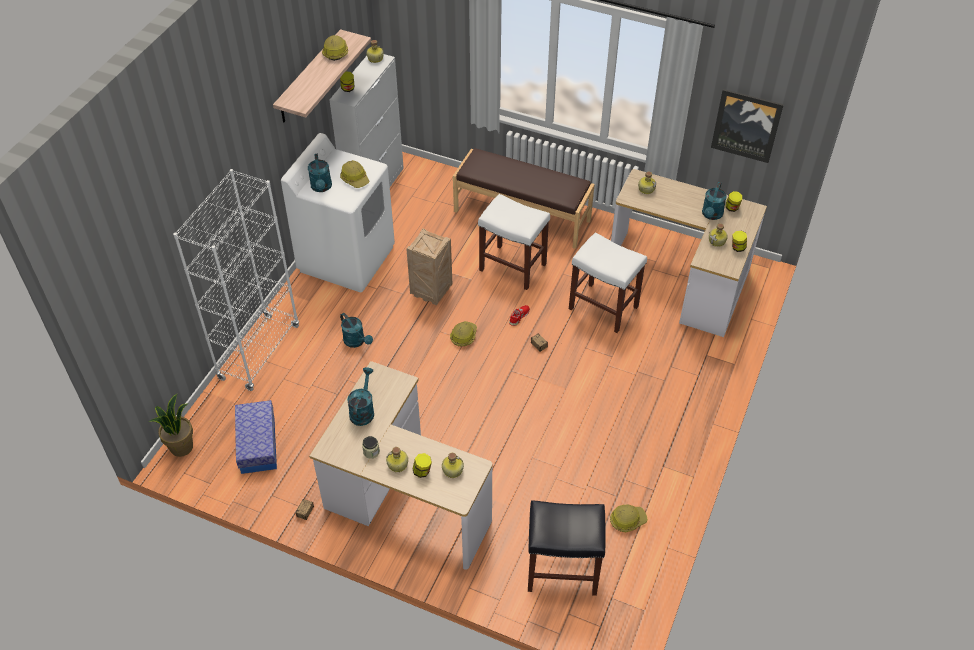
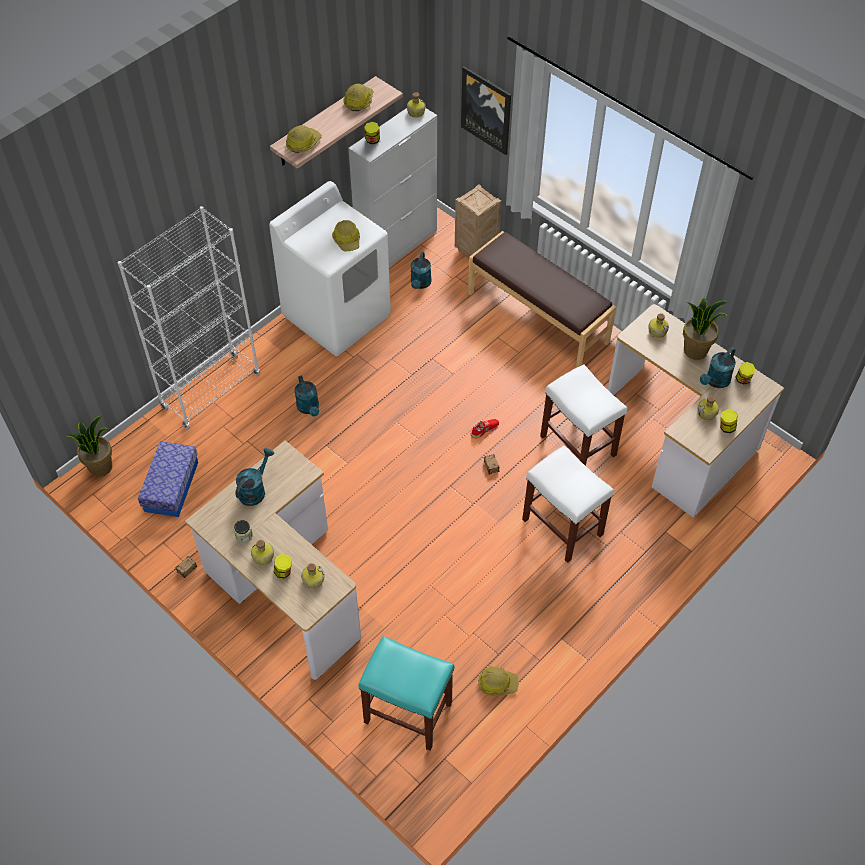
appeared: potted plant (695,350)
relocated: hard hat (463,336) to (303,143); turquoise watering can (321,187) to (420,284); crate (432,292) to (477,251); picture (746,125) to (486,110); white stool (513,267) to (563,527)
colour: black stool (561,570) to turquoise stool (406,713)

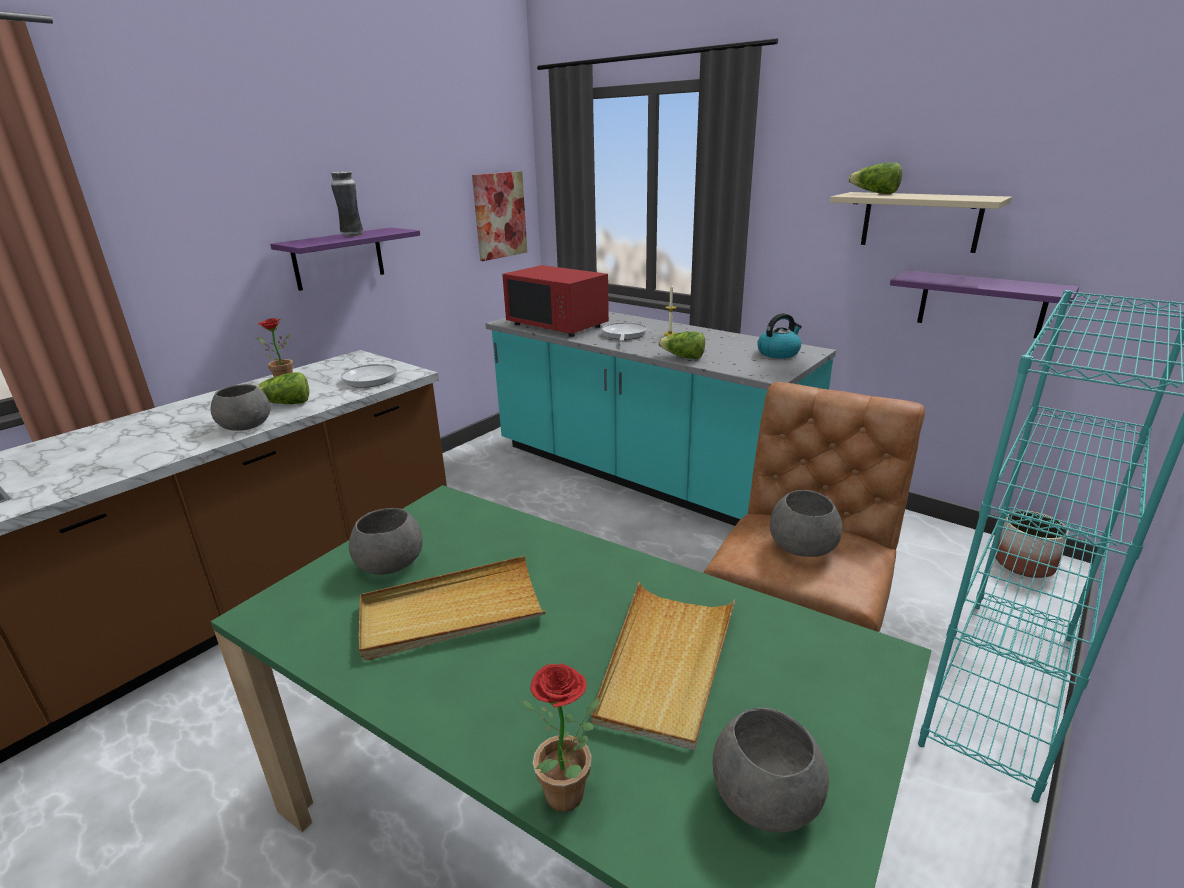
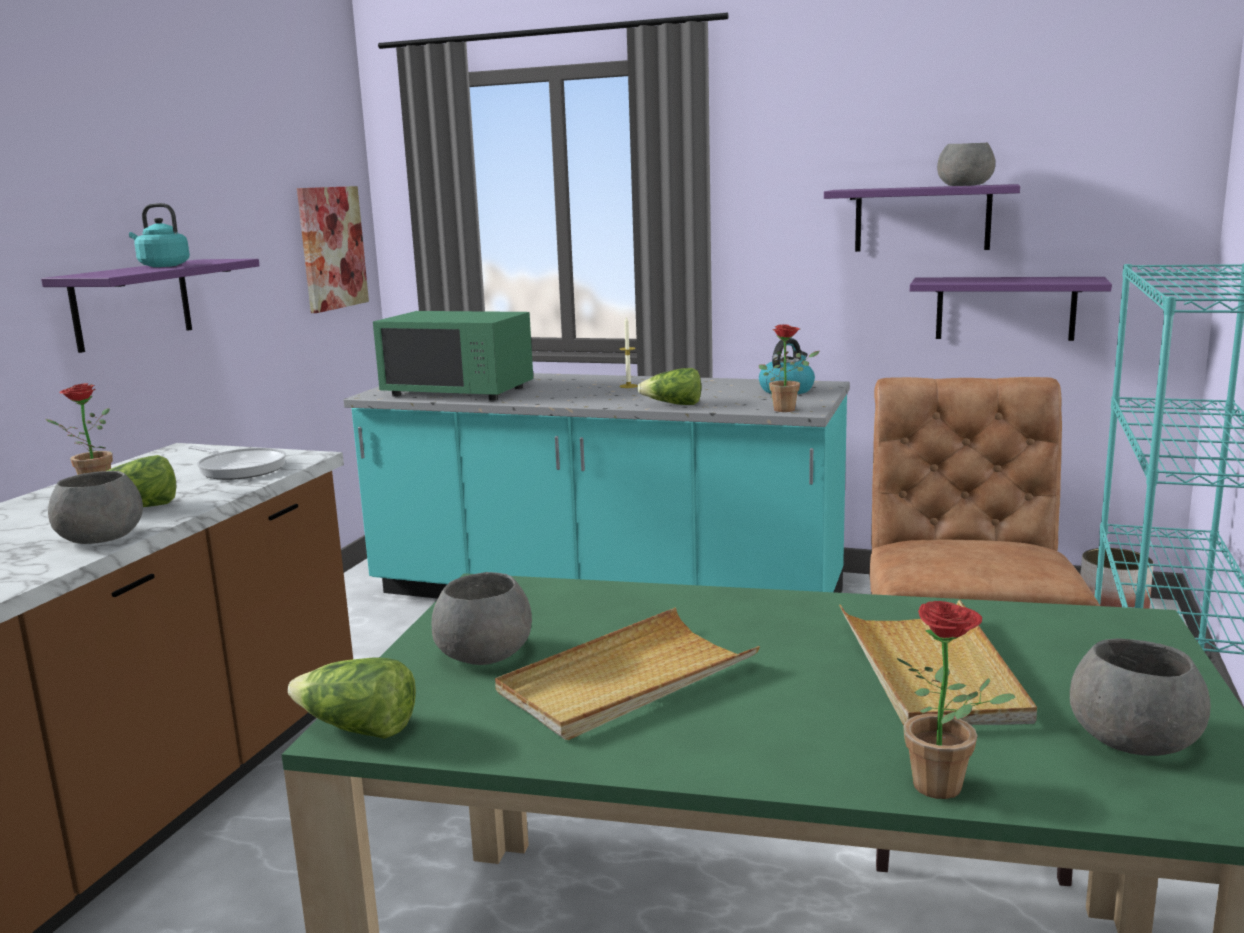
missing: frying pan (623,335)
appeared: potted plant (788,409)
relocated: lettuce (874,193) to (357,729); grey bowl (802,545) to (964,185)
exchanged: vase (352,235) to turquoise kettle (162,266)
colour: red microwave (557,325) to green microwave (459,391); beige shelf (920,221) to purple shelf (922,219)

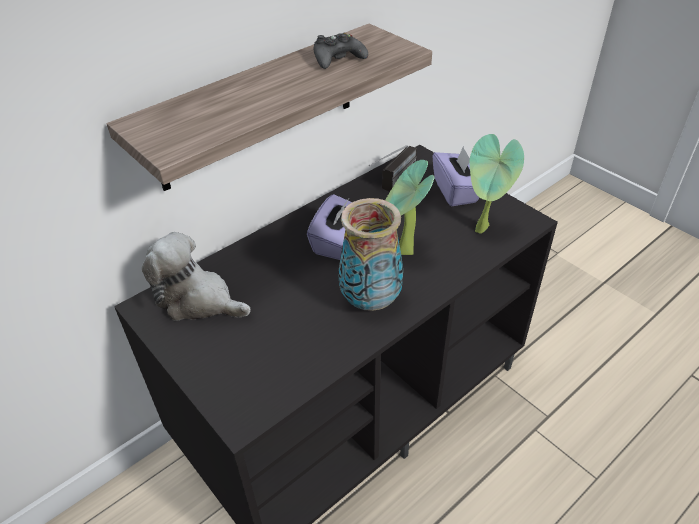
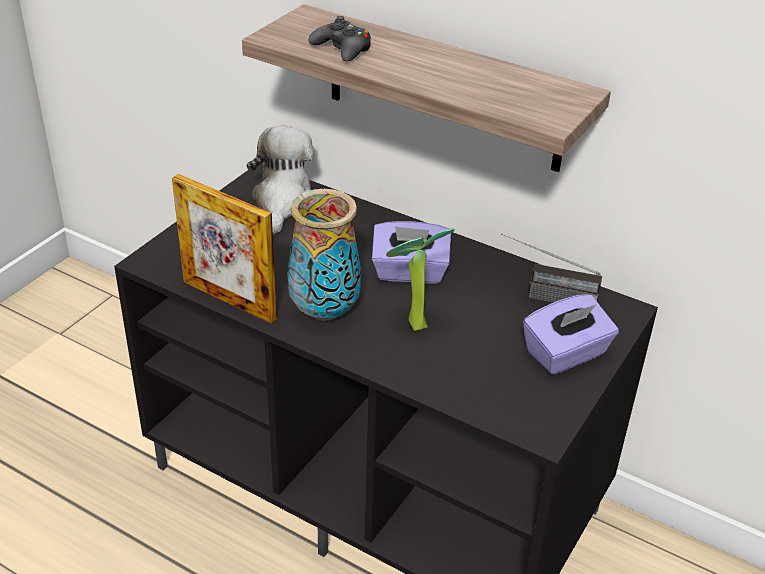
missing: potted plant (483,230)
appeared: picture frame (229,300)
relocated: black game controller (338,58) to (342,49)

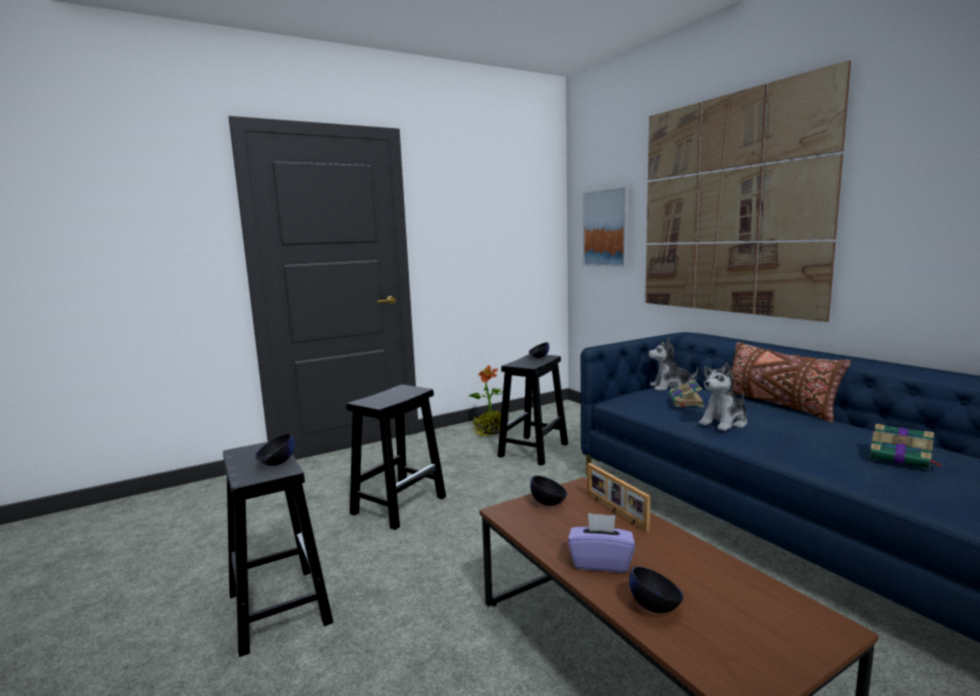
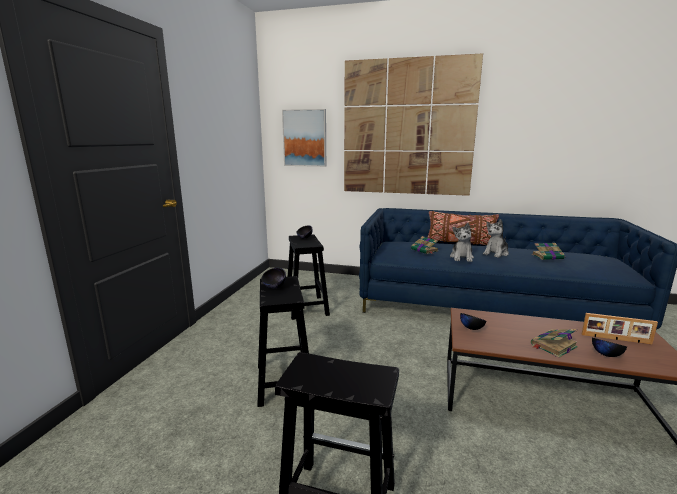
missing: potted plant (490,432)
relocated: black bowl (276,464) to (274,287); plush toy (670,387) to (496,253); picture frame (615,512) to (616,339)
exchanged: purple tissue box (601,562) to book (553,346)

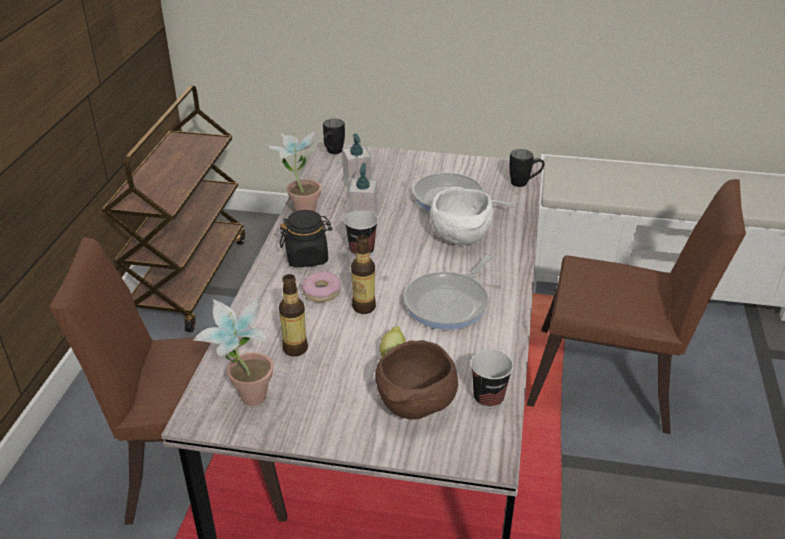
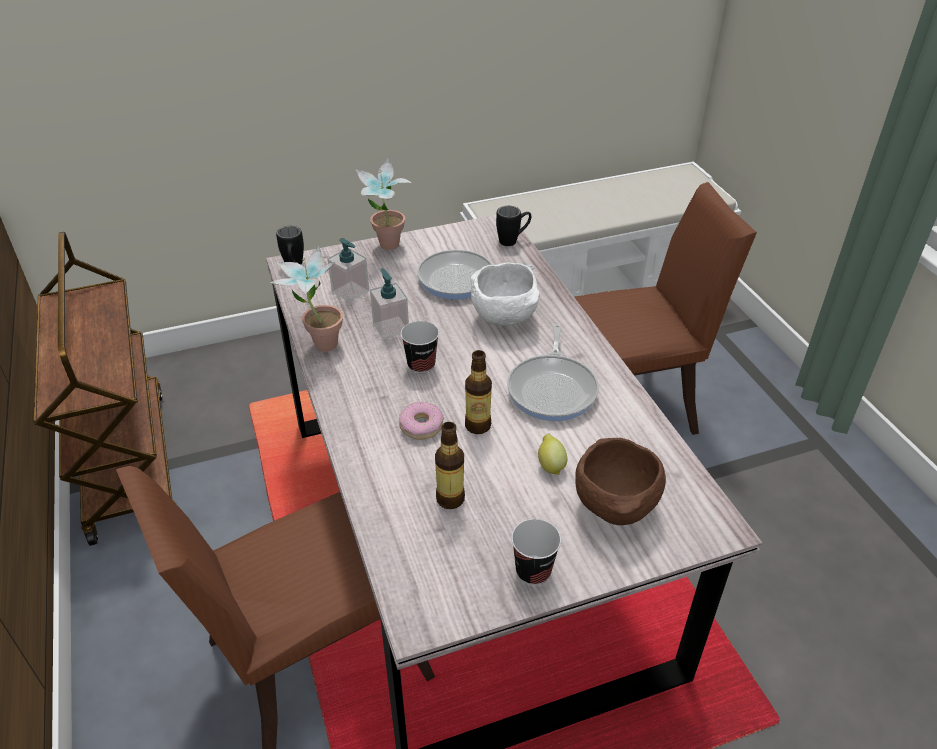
missing: black jar (307,257)
relocated: potted plant (245,402) to (387,249); cup (488,398) to (533,571)

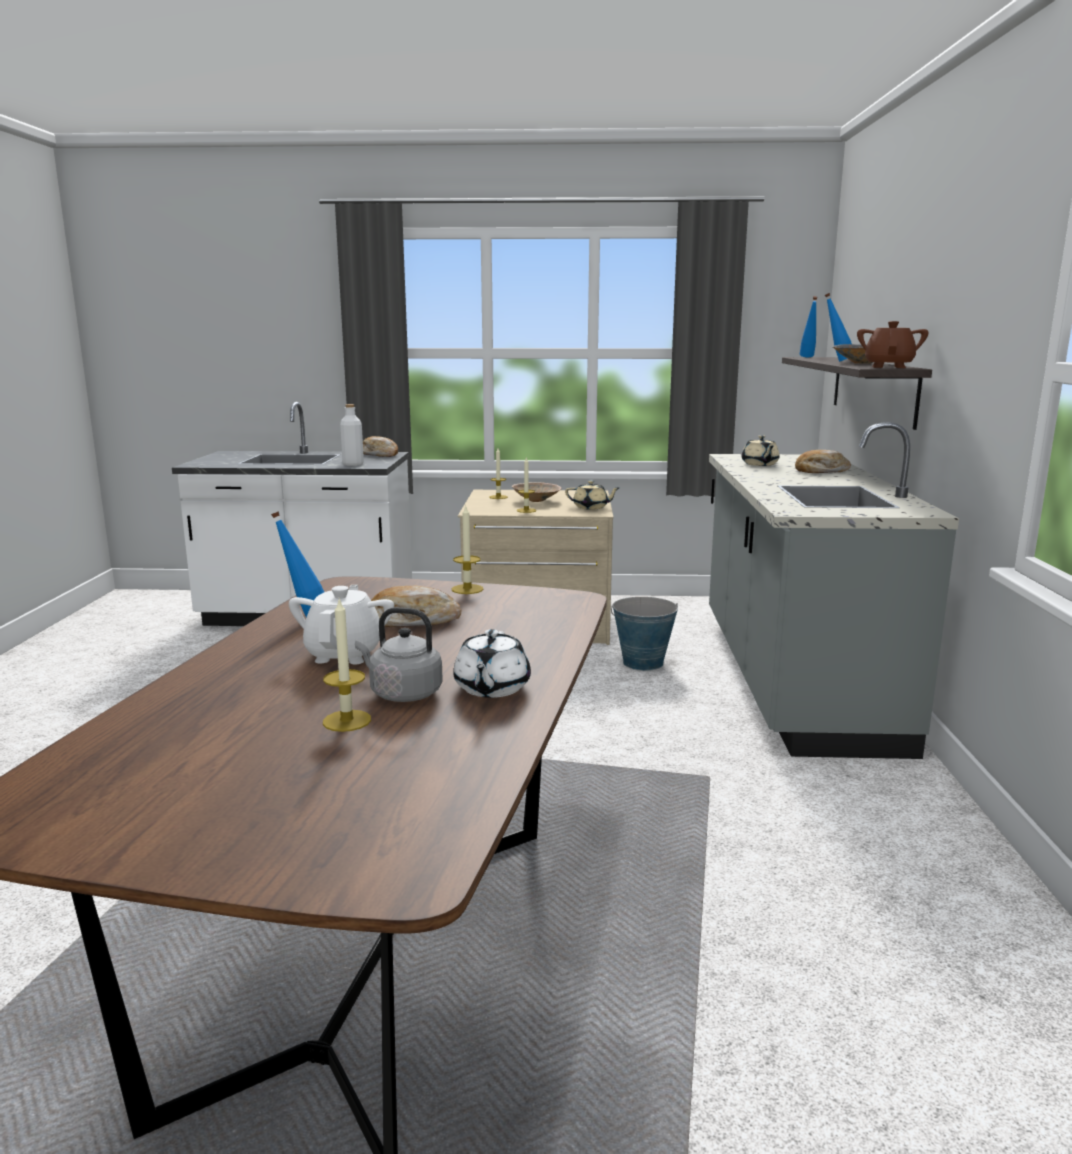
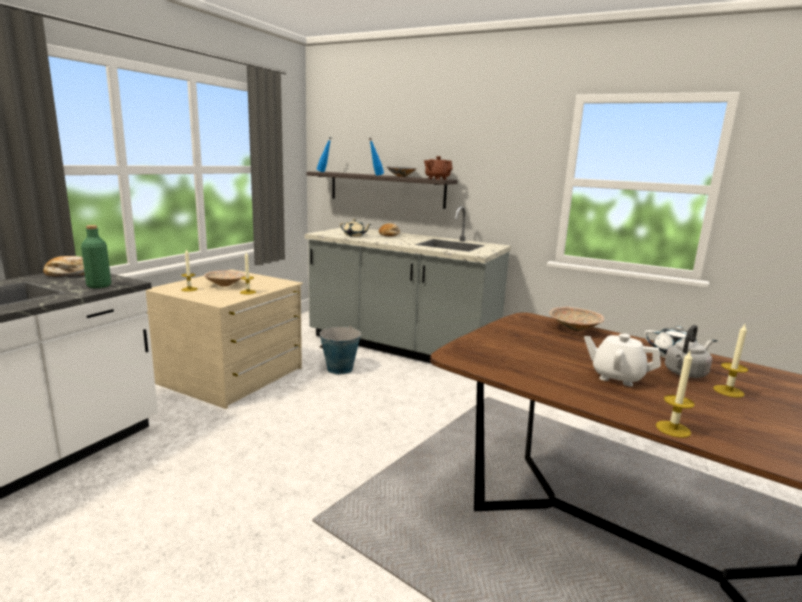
missing: blue bottle (305,617); bread (412,621); beige teapot (591,507)
appeared: beige bowl (574,329)
relocated: candle (467,589) to (673,429)
colour: white bottle (353,464) to green bottle (99,286)

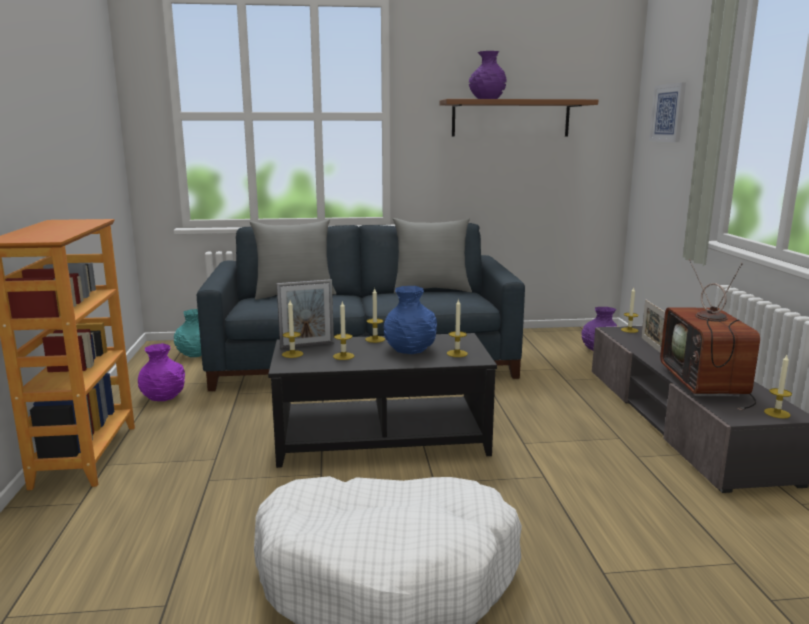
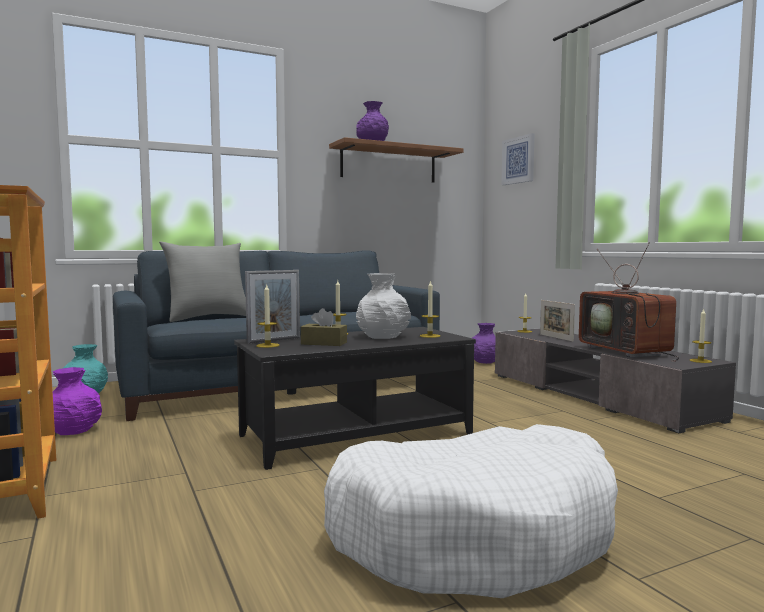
missing: grey pillow (431,290)
exchanged: candle (343,356) to brown tissue box (324,343)
colour: blue vase (411,349) to white vase (383,336)

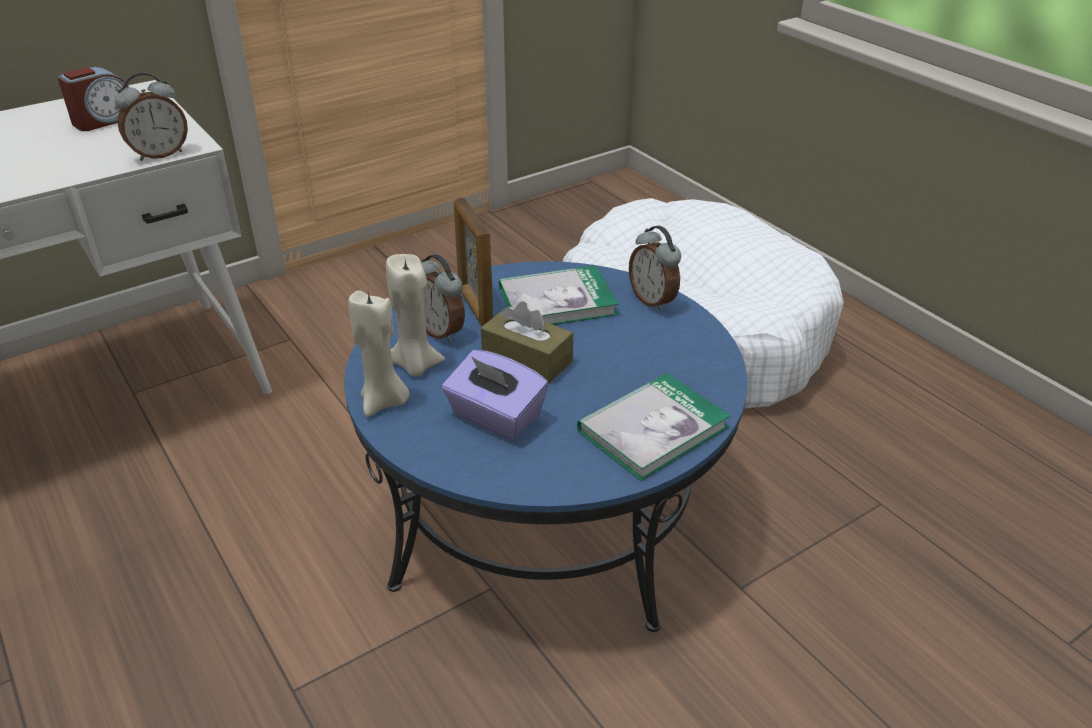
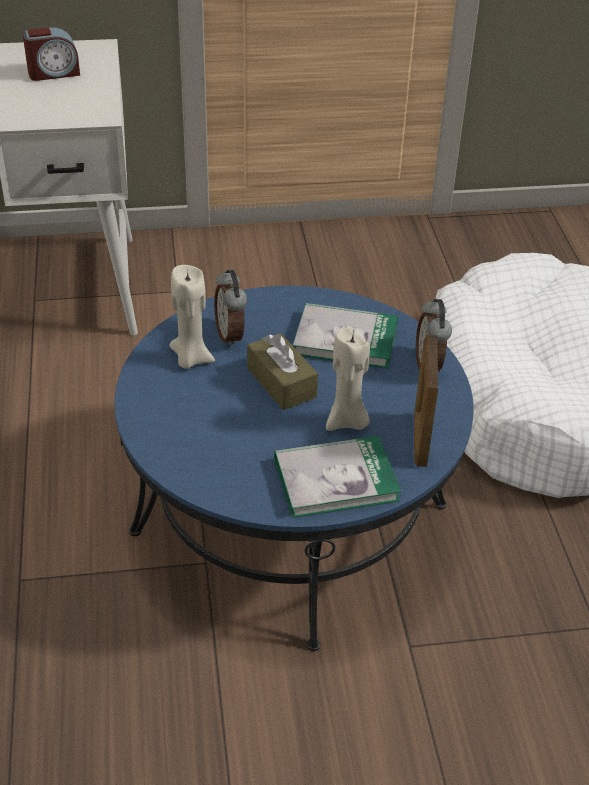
missing: alarm clock (160,154); purple tissue box (495,417)
relocated: beige candle (384,402) to (347,422); picture frame (475,307) to (420,439)

